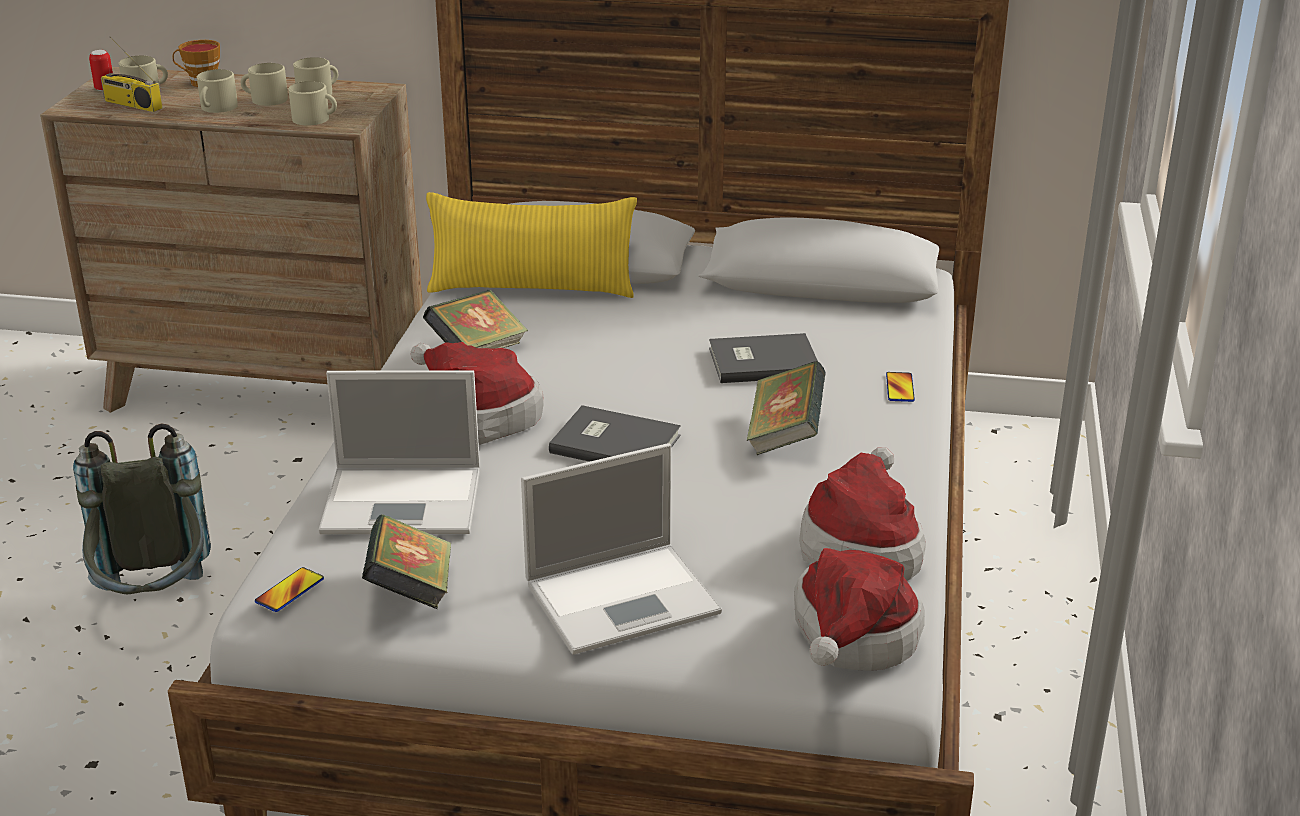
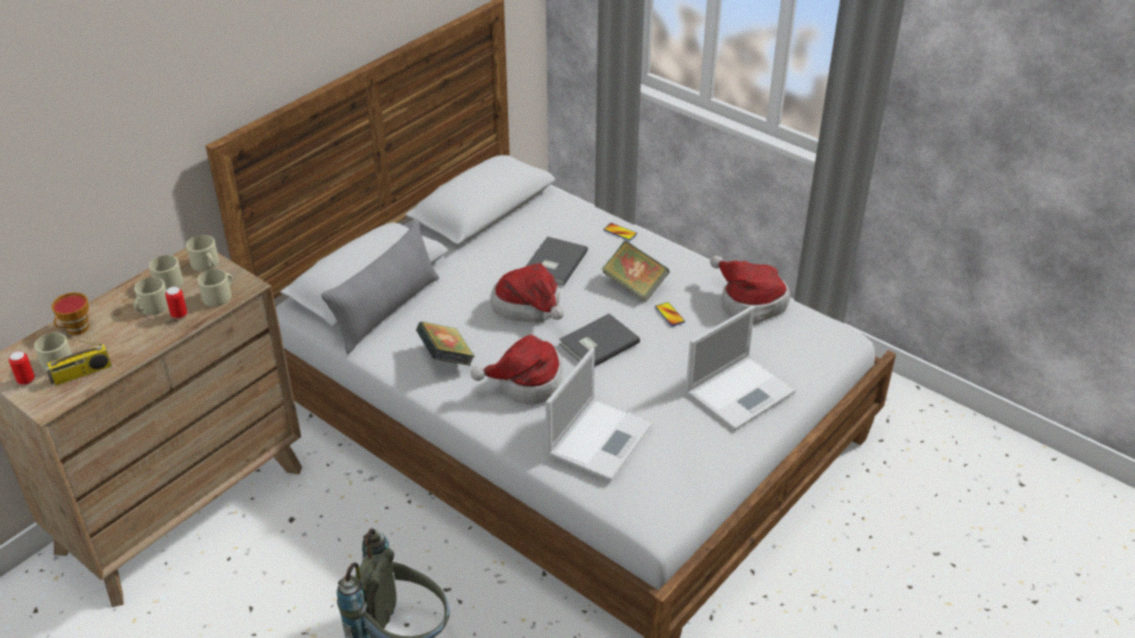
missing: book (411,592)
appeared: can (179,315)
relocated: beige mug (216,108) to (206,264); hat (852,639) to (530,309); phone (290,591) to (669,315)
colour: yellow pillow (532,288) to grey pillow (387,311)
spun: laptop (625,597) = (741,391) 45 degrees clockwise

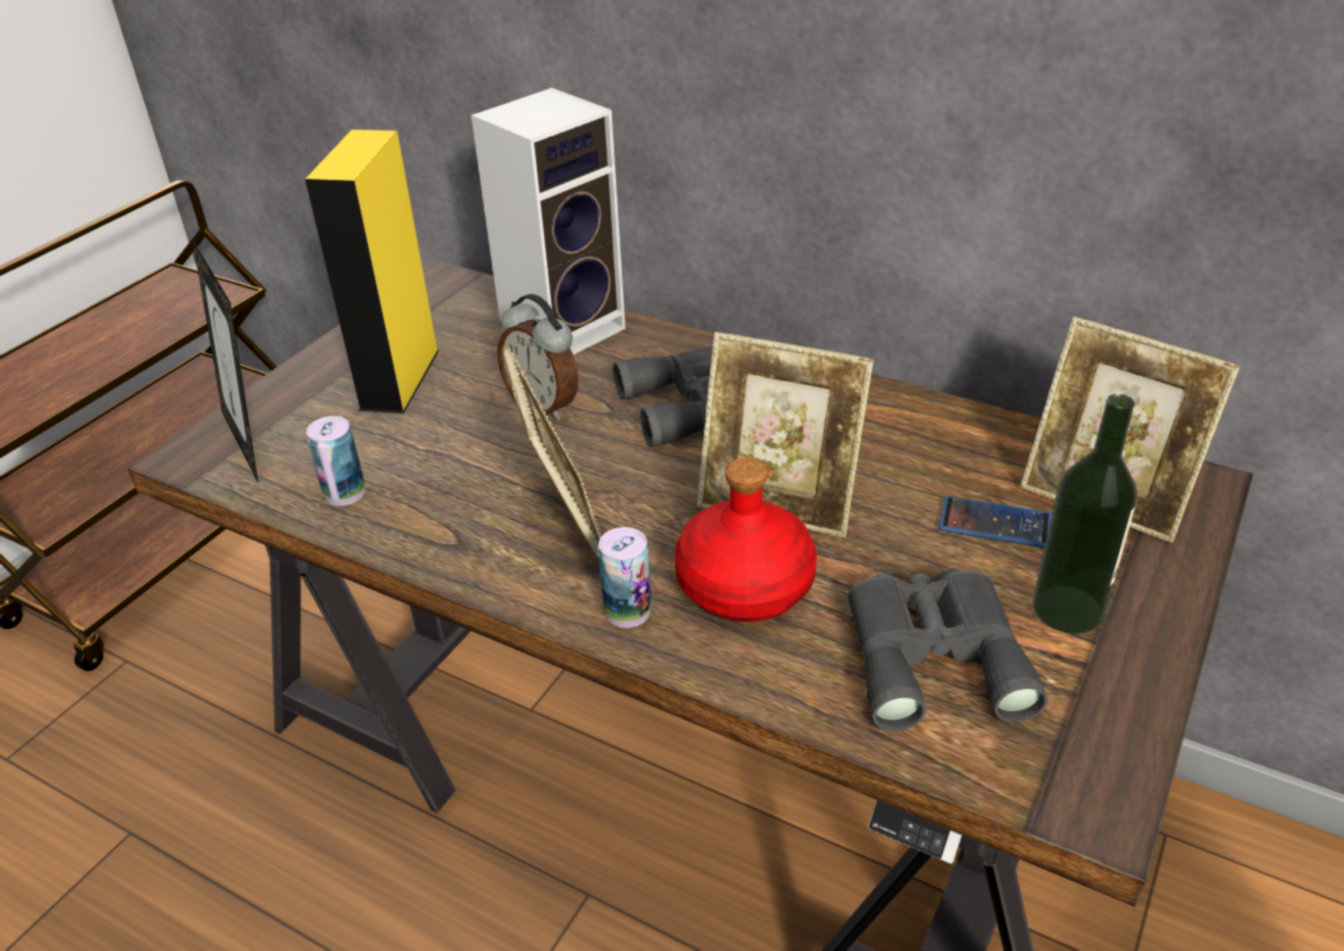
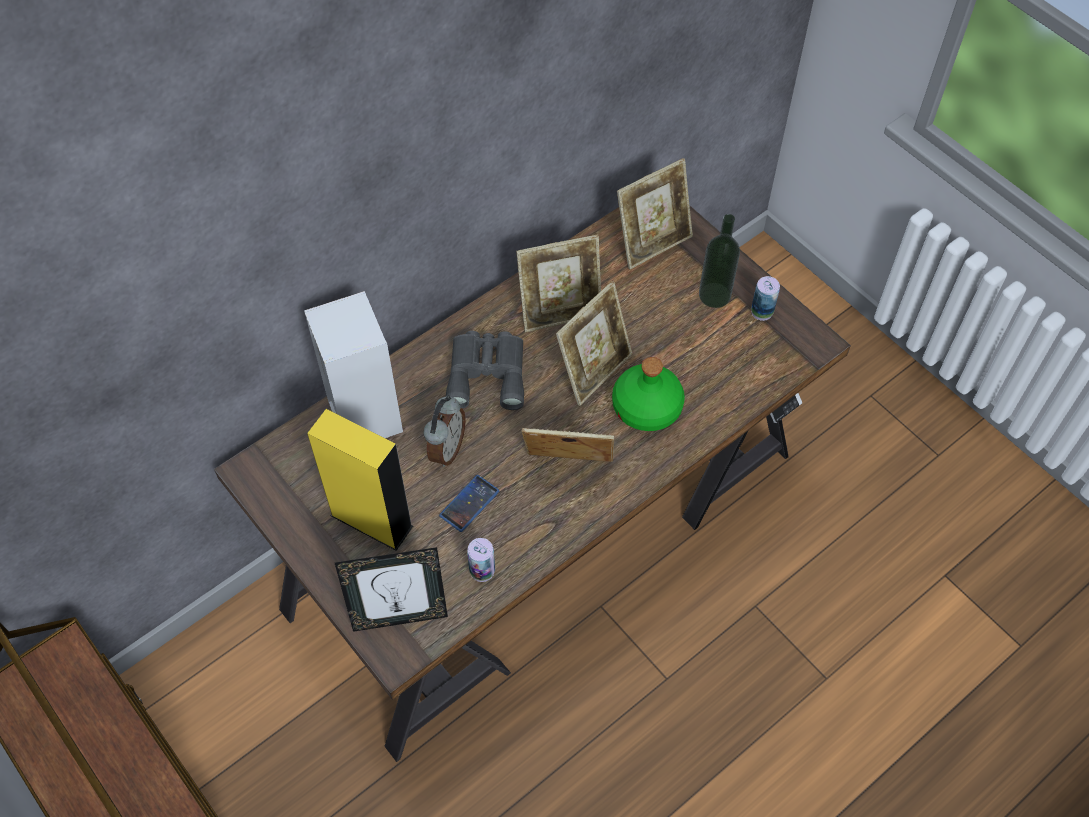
missing: grey binoculars (934,653)
appeared: picture frame (560,311)
relocated: phone (995,523) to (469,503); can (628,611) to (762,312)
colour: red bottle (743,585) to green bottle (646,408)
spun: alarm clock (544,405) = (446,449) 45 degrees counterclockwise

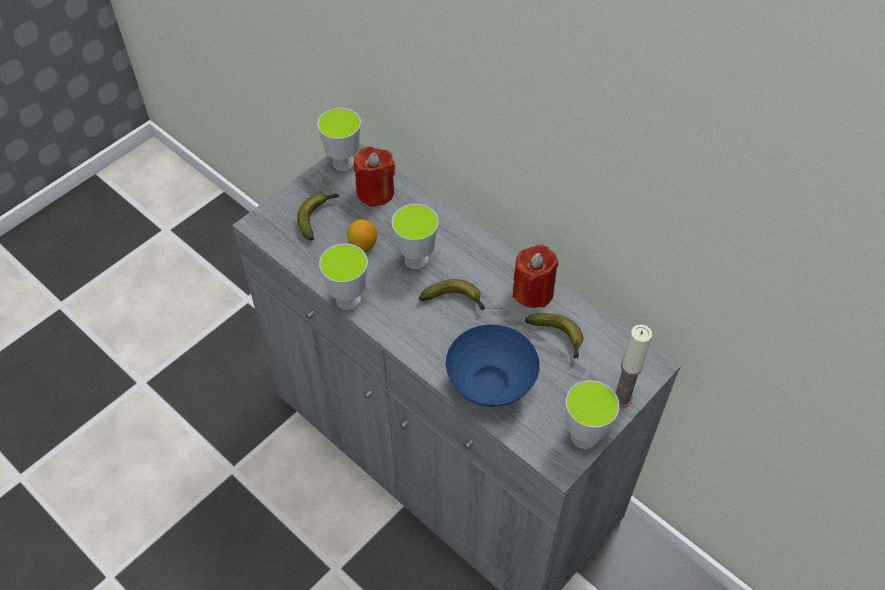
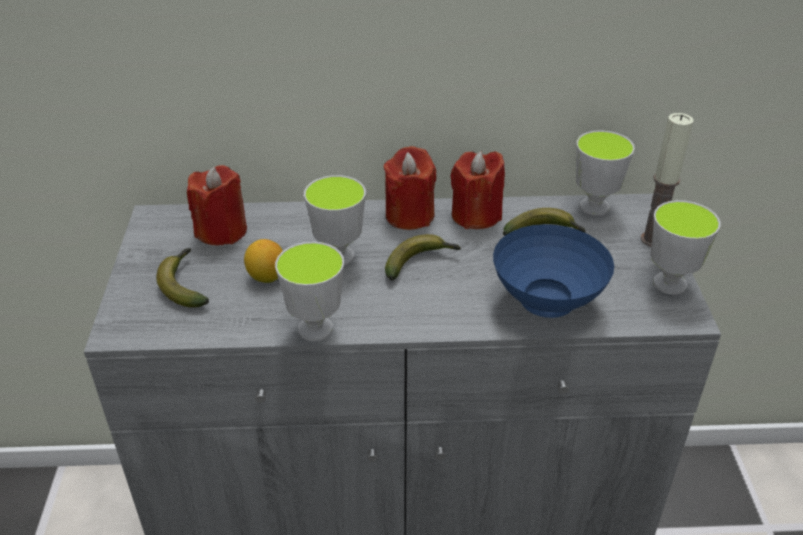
appeared: red candle (409,215)
relocated: cup (343,162) to (594,207)

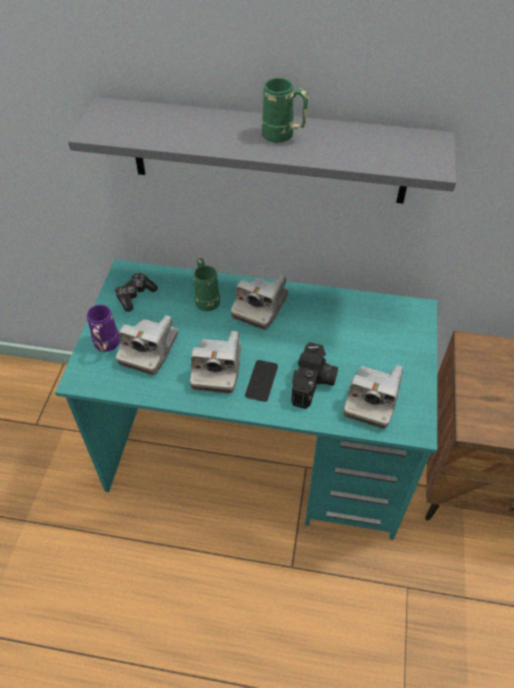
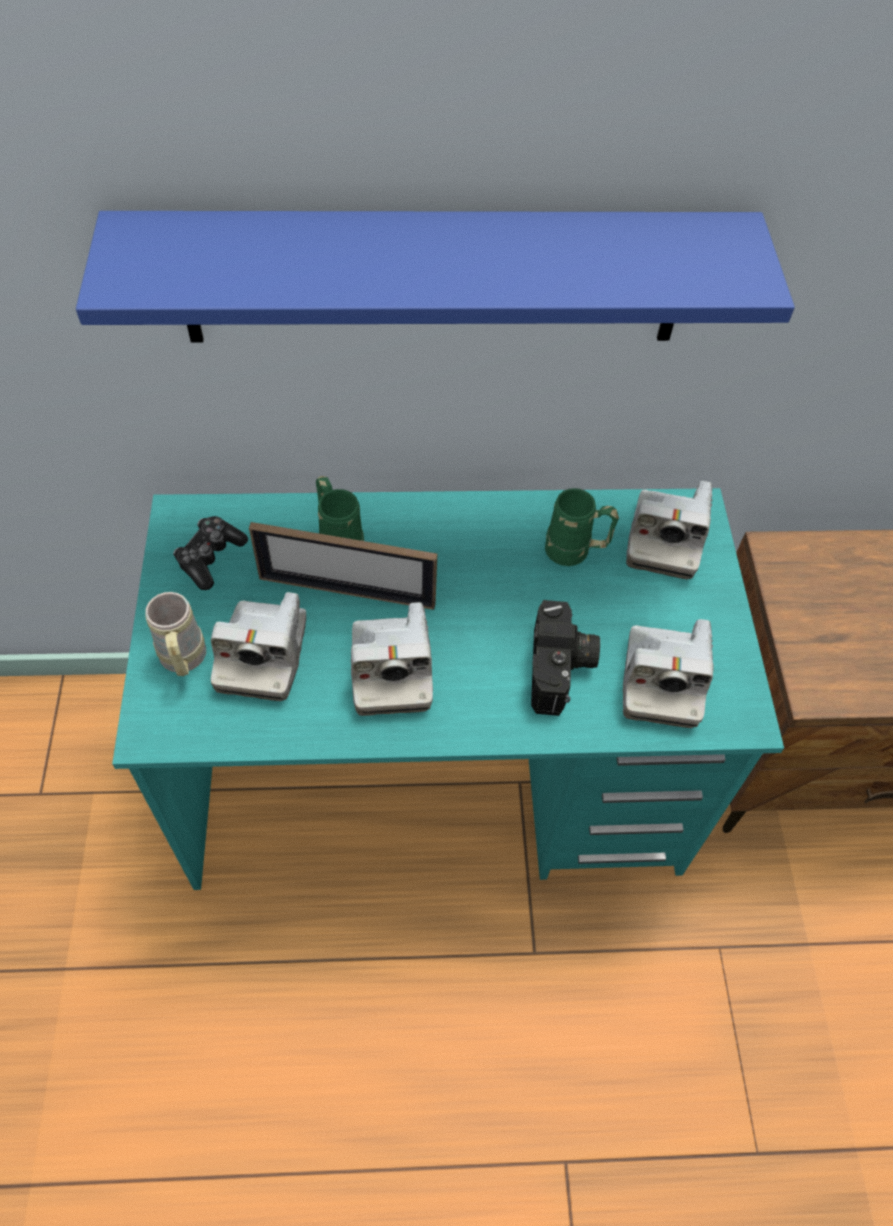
missing: phone (261,381)
appeared: picture frame (347,591)
relocated: green mug (283,136) to (575,552); photo camera (260,307) to (664,539)
colour: grey shelf (268,152) to blue shelf (434,278); purple mug (106,346) to beige mug (183,662)

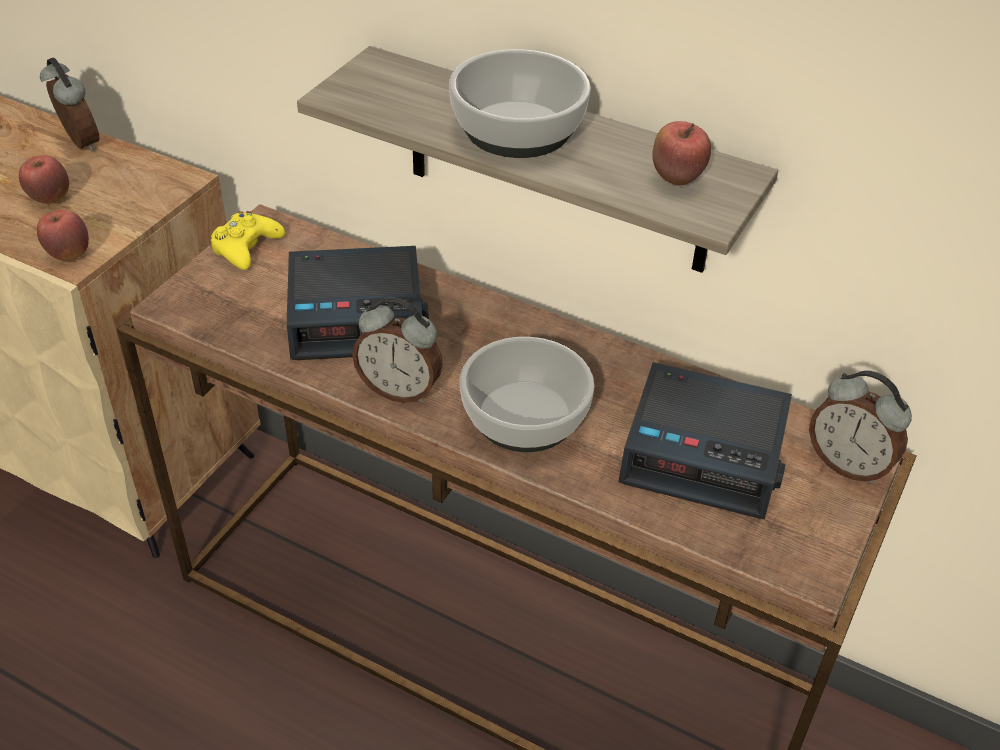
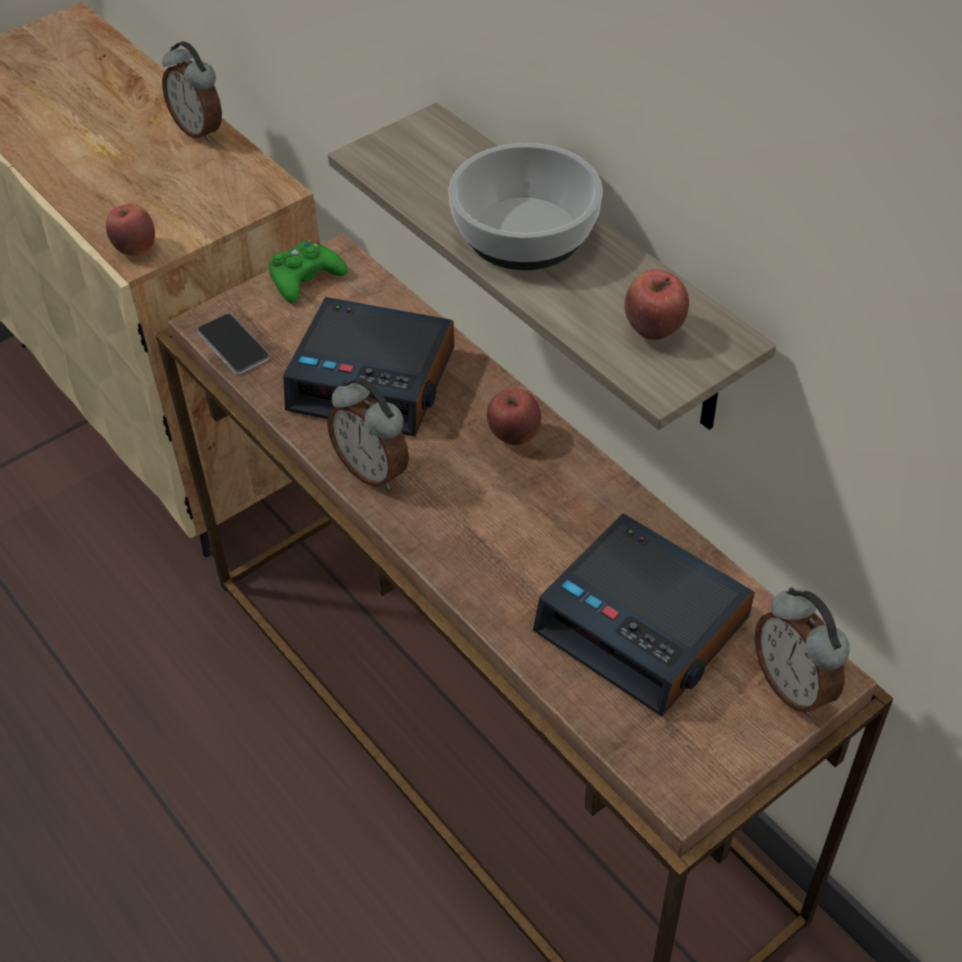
missing: bowl (524,417)
appeared: phone (233,345)
relocated: apple (49,199) to (514,436)
colour: yellow game controller (246,247) to green game controller (305,279)
spun: alarm clock (78,143) = (200,130) 150 degrees clockwise

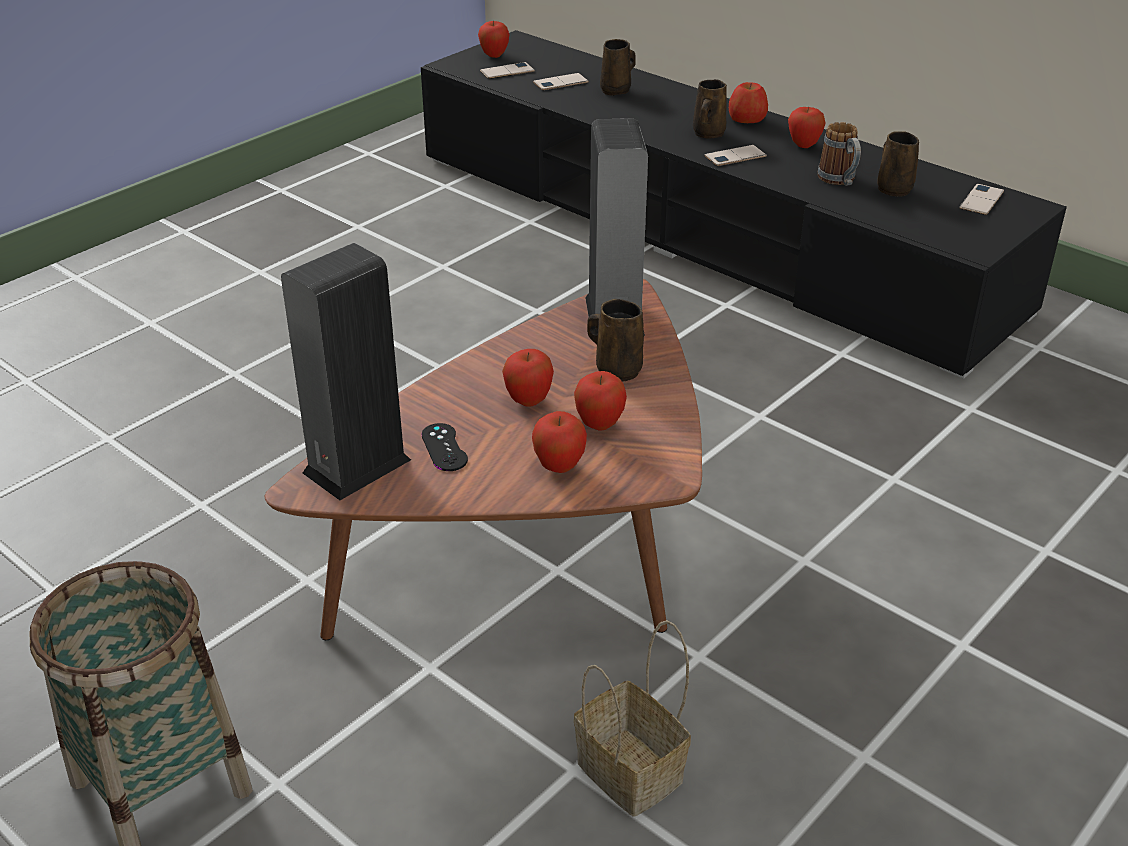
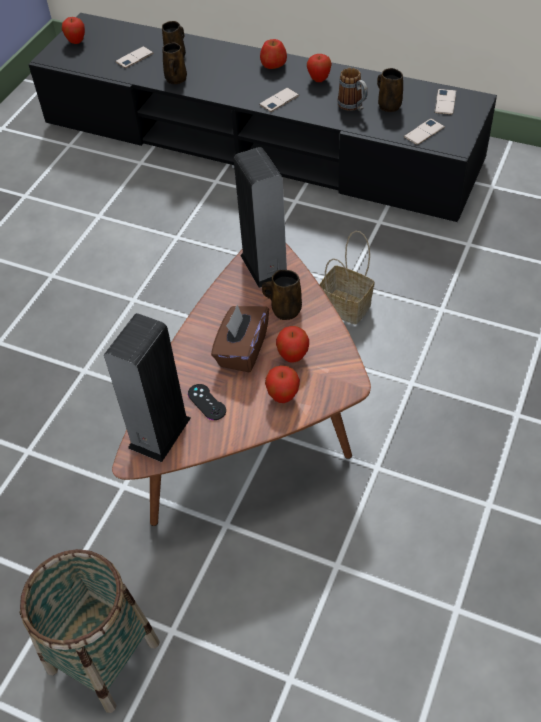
relocated: brown mug (708,134) to (175,80); basket (633,773) to (347,306); phone (507,71) to (424,132)
exchanged: apple (528,401) to brown tissue box (242,350)

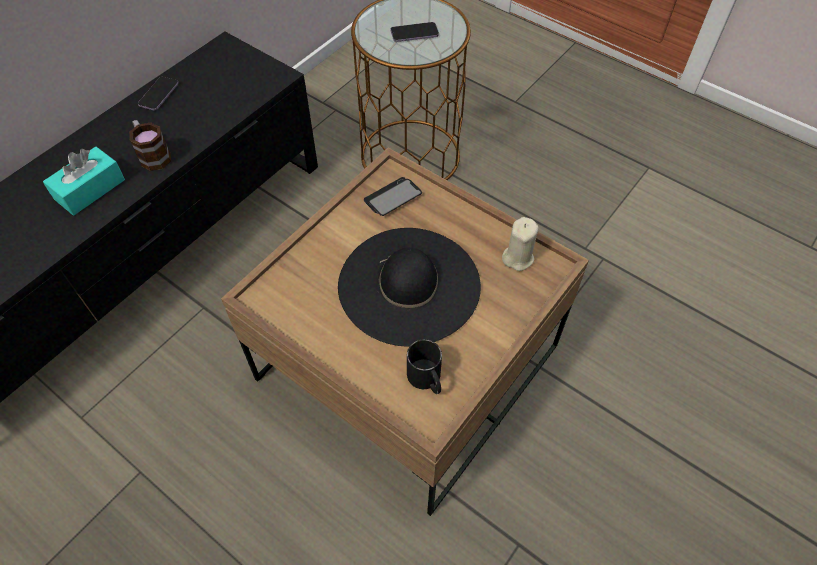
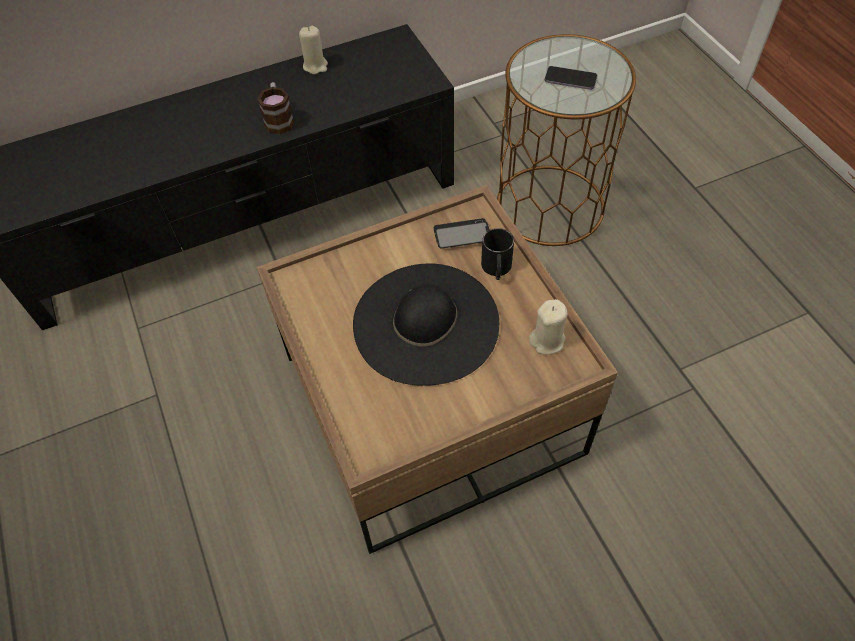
missing: turquoise tissue box (90,189)
relocated: black mug (427,380) to (496,269)
exchanged: phone (159,95) to beige candle (315,66)

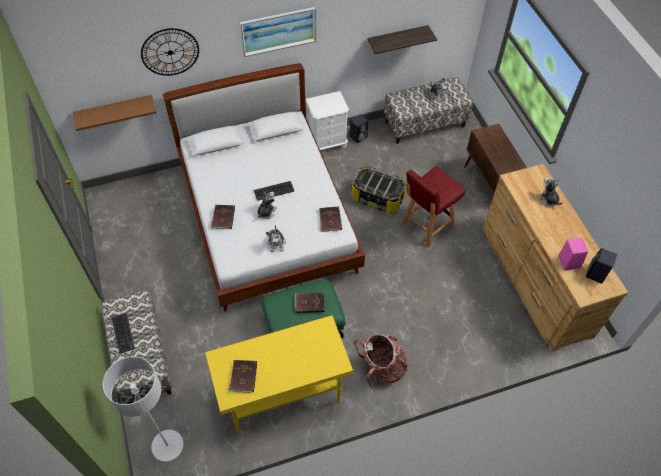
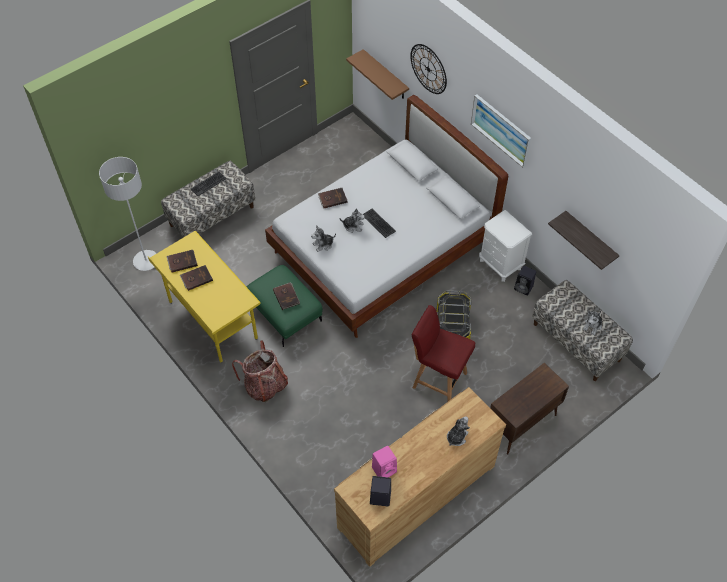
relocated: brown book (330,220) to (196,278)

